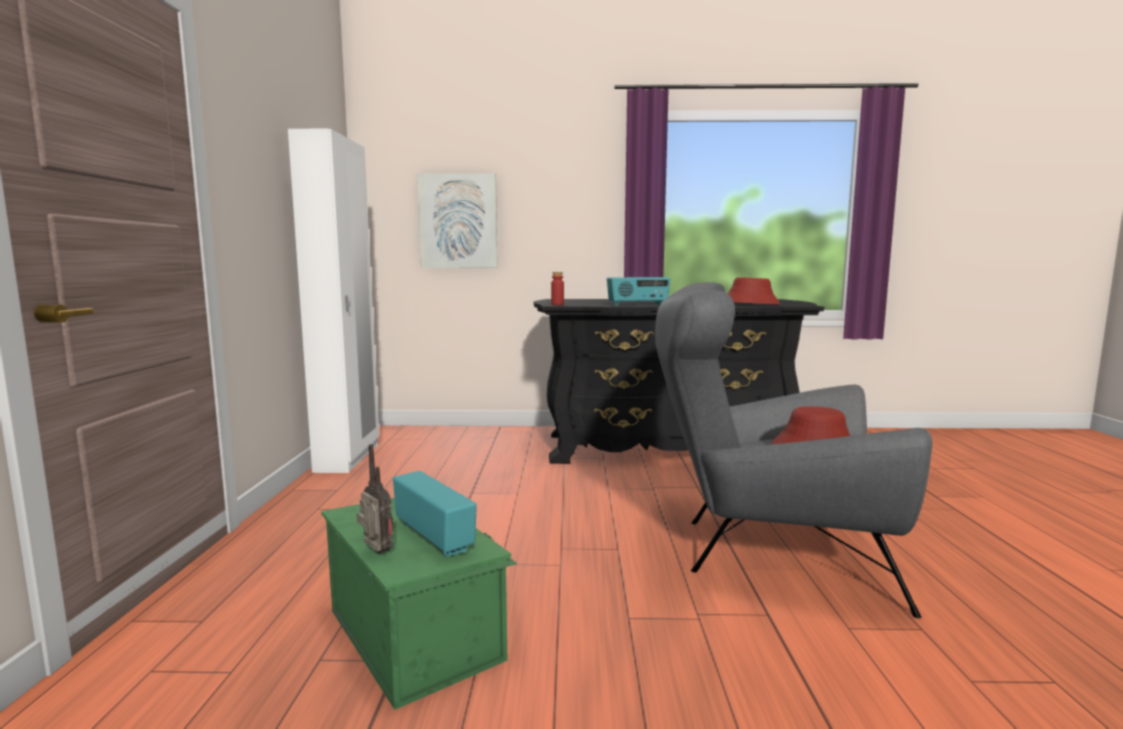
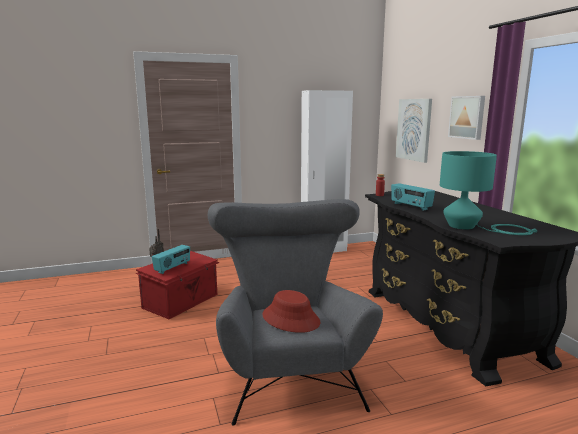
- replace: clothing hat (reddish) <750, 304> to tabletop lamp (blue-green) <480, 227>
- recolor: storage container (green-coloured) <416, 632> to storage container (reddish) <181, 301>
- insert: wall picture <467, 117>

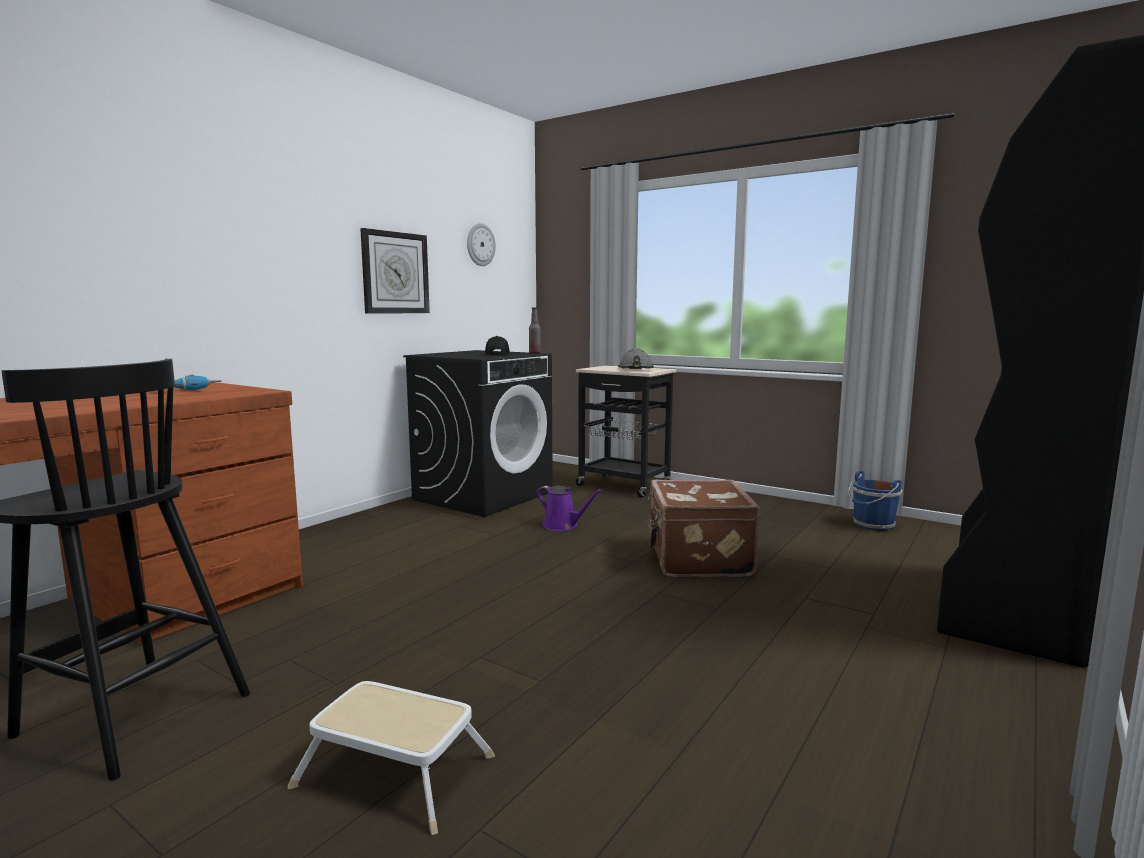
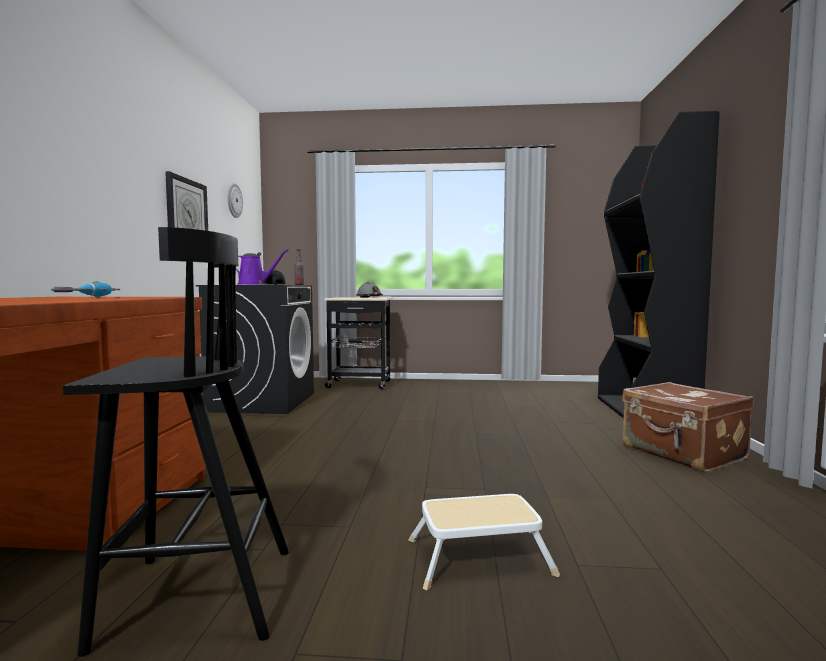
- delete: pail (blue) <872, 525>
- move: piece of luggage (brown-coloured) <697, 559> to <682, 453>
- move: watering can (purple-coloured) <563, 526> to <254, 284>

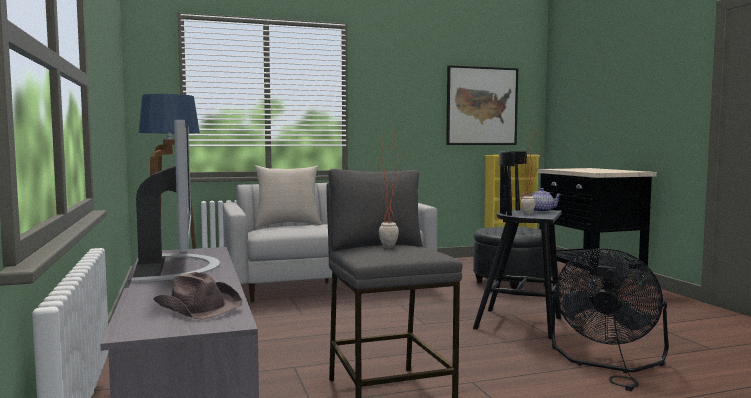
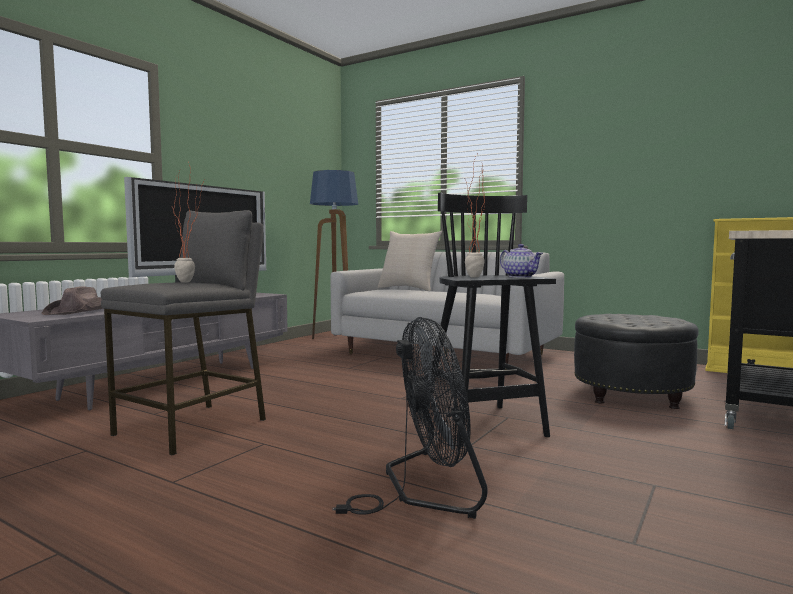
- delete: wall picture <481, 106>

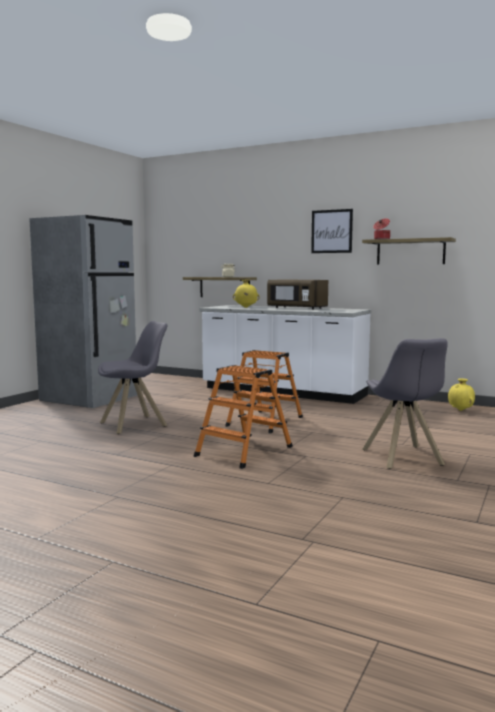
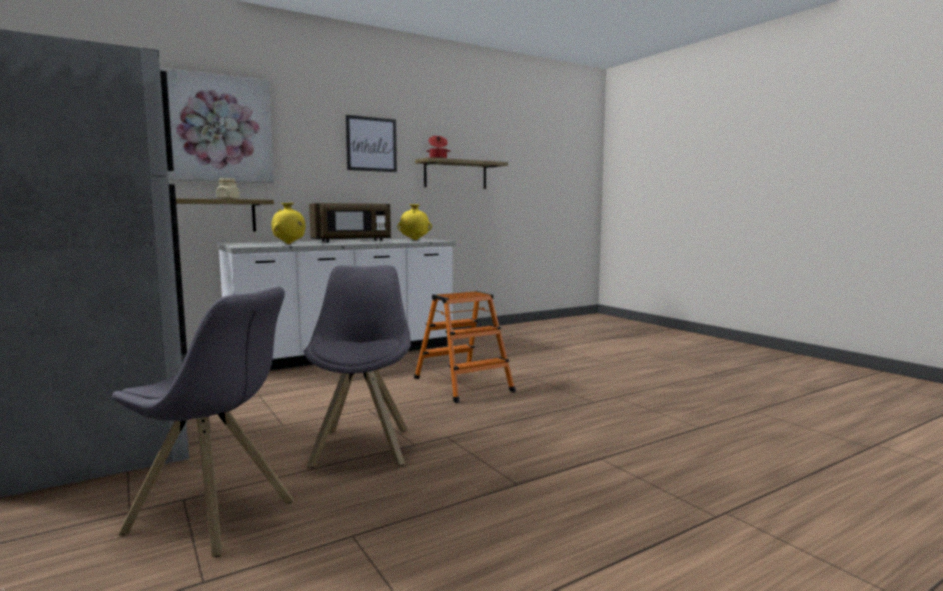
- move: chair (greyish) <402, 457> to <213, 516>
- delete: step ladder (orange) <244, 451>
- move: flower vase (yellow-coloured) <460, 410> to <415, 240>
- insert: wall picture <217, 128>

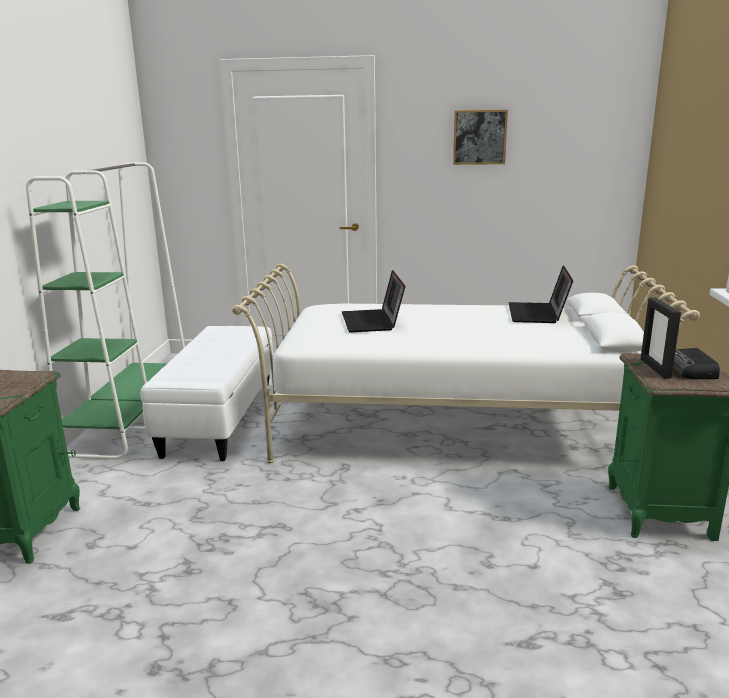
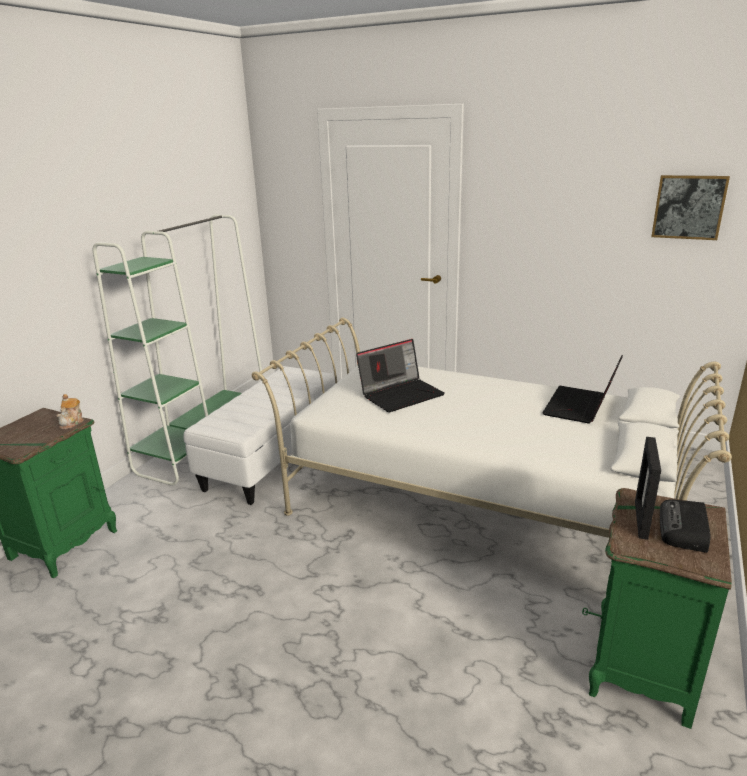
- move: wall picture <479, 137> to <689, 207>
- rotate: portable computer <373, 322> = <401, 394> 135 degrees counterclockwise
- insert: pot for tea <72, 422>

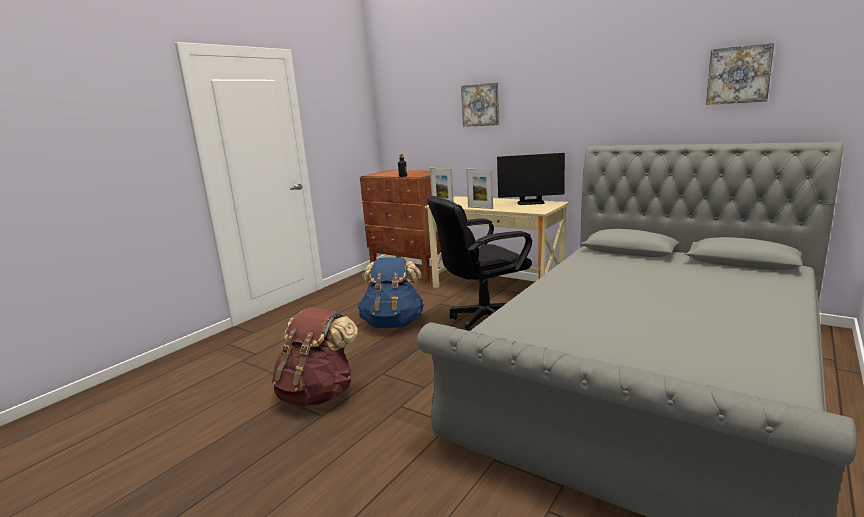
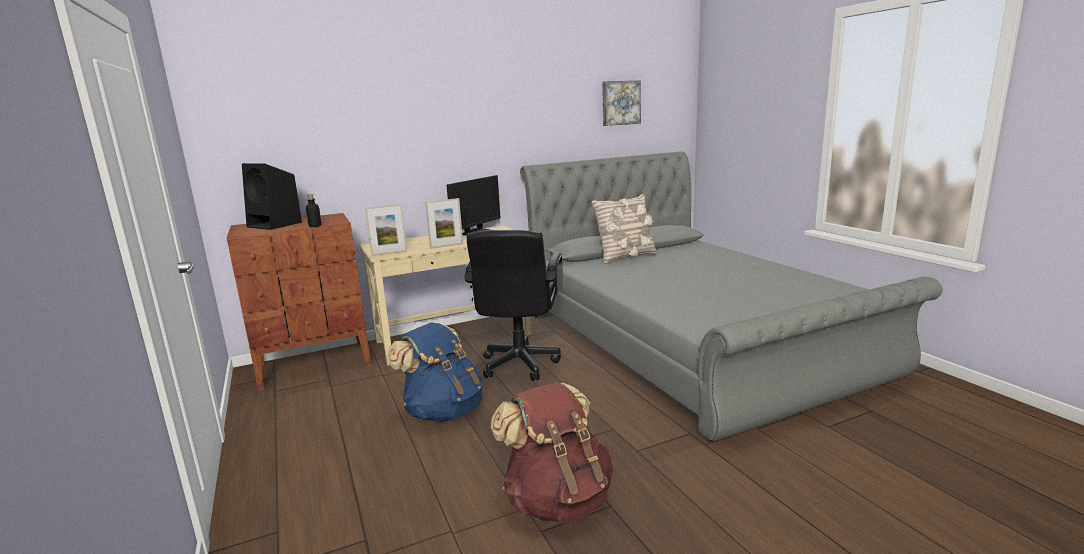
- delete: wall picture <481, 105>
- insert: audio speaker (black) <276, 225>
- insert: cushion (beige-coloured) <625, 257>

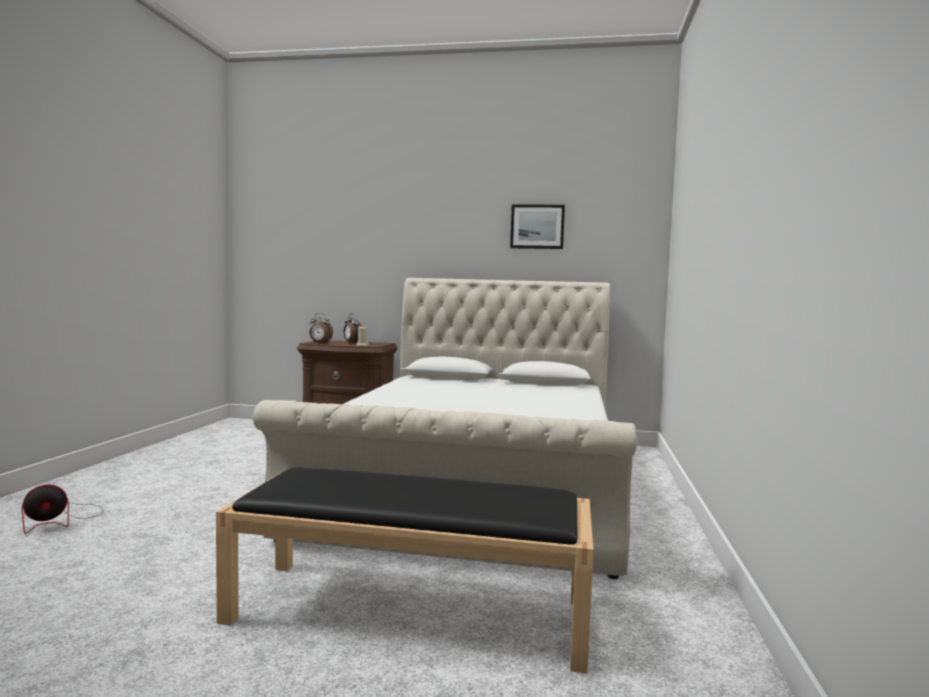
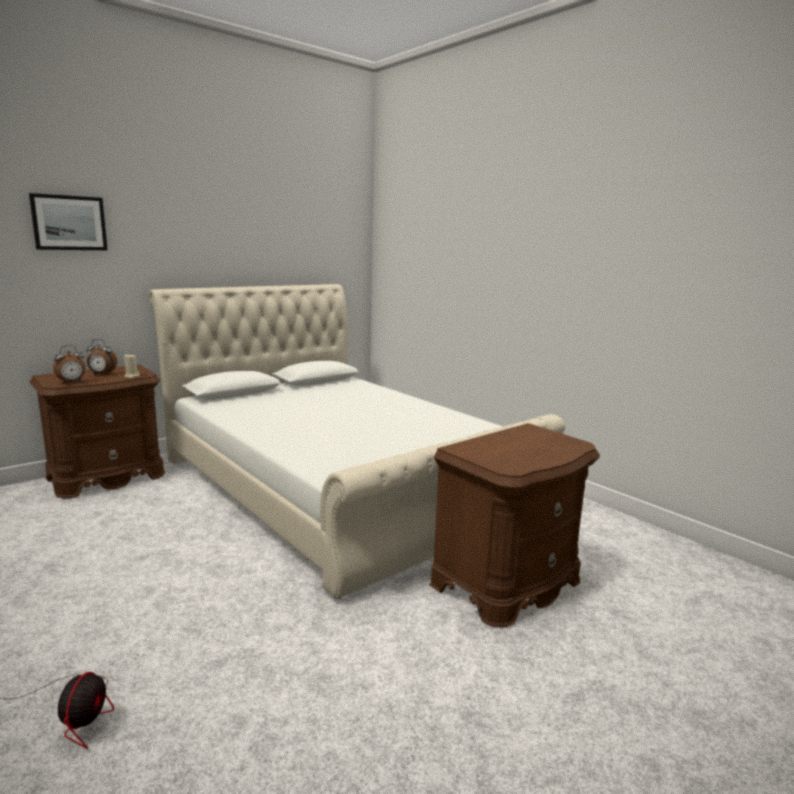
- move: wall picture <537, 226> to <69, 223>
- replace: bench (black) <413, 610> to night table (brown-coloured) <512, 584>

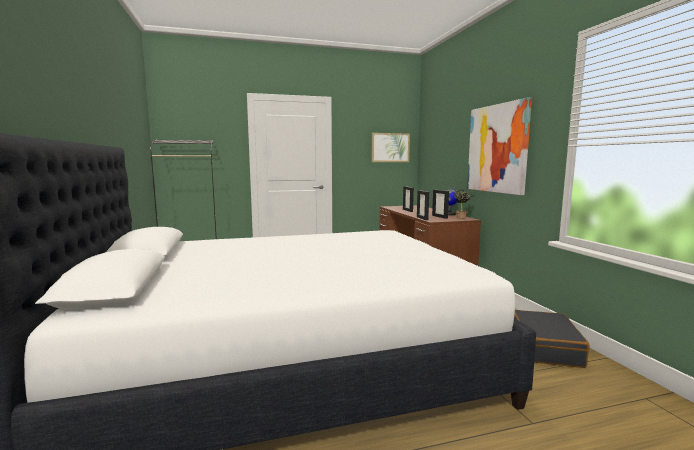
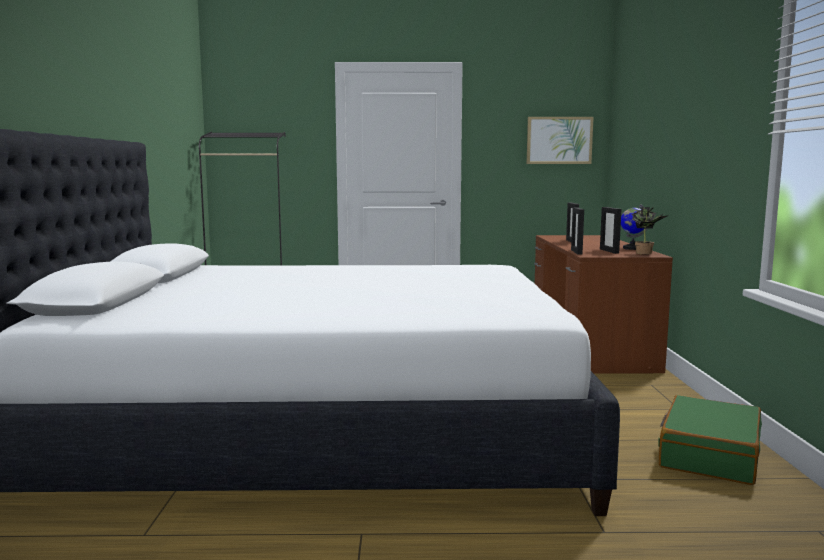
- delete: wall picture <497, 148>
- recolor: piece of luggage (black) <544, 348> to piece of luggage (green-coloured) <708, 455>

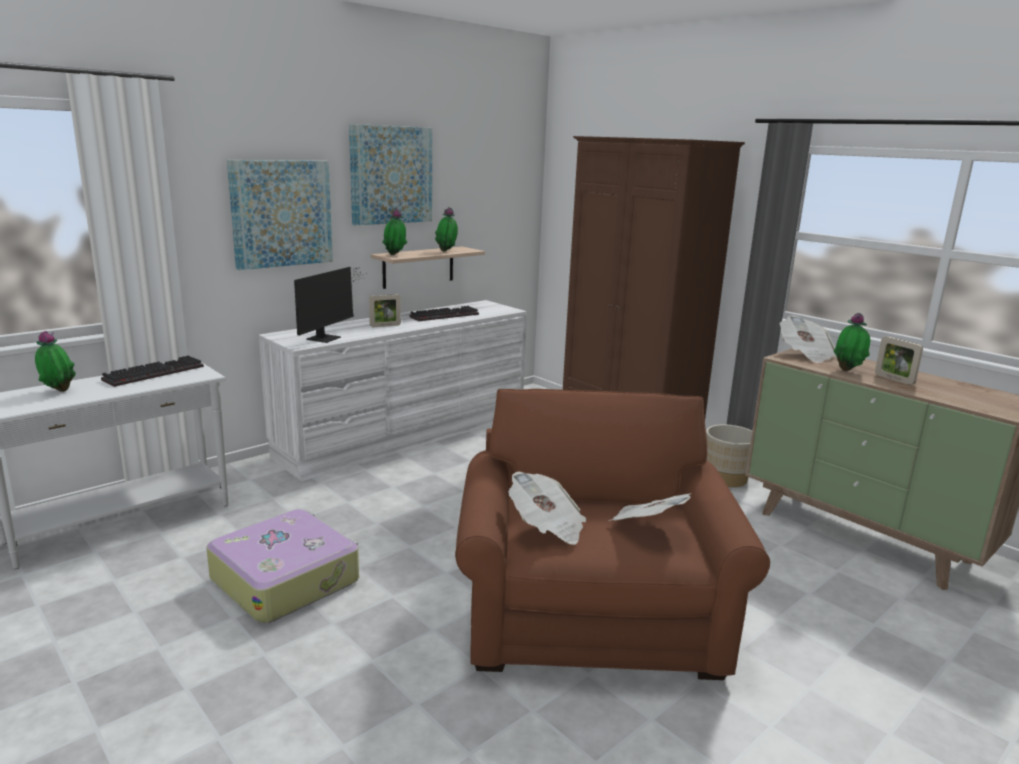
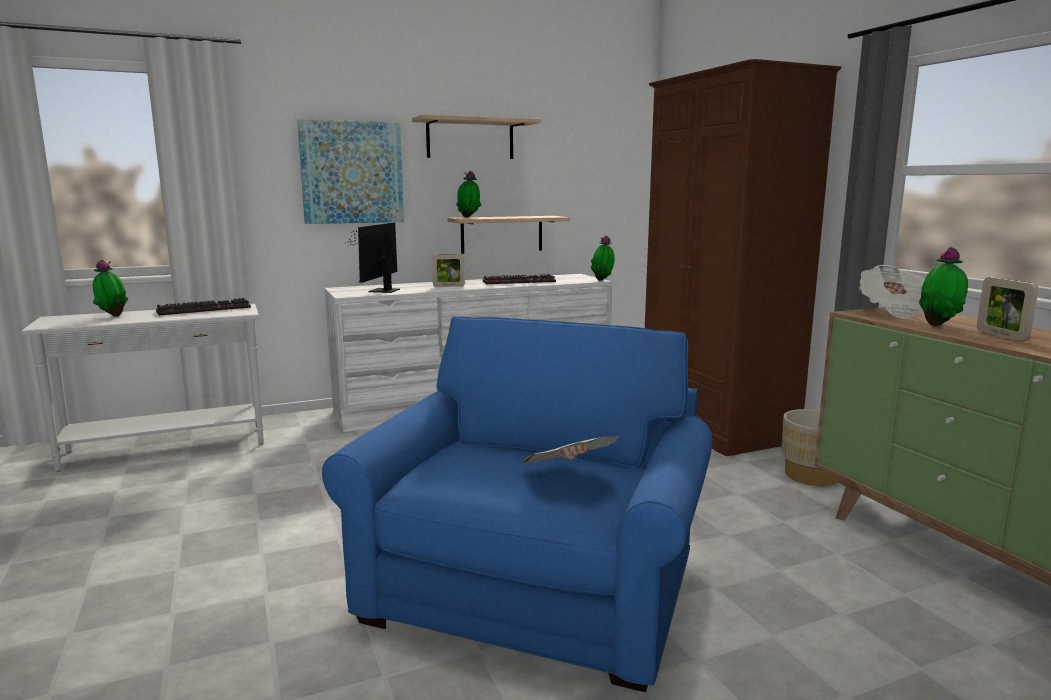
- replace: wall picture <391, 175> to wall shelf <470, 139>
- move: plant in a pot <447, 251> to <602, 280>
- rotate: computer display <327, 337> = <381, 291> 150 degrees clockwise
- recolor: lounge chair (brown-coloured) <592, 616> to lounge chair (blue) <533, 591>
- delete: daily paper <547, 526>
- delete: piece of luggage <286, 579>

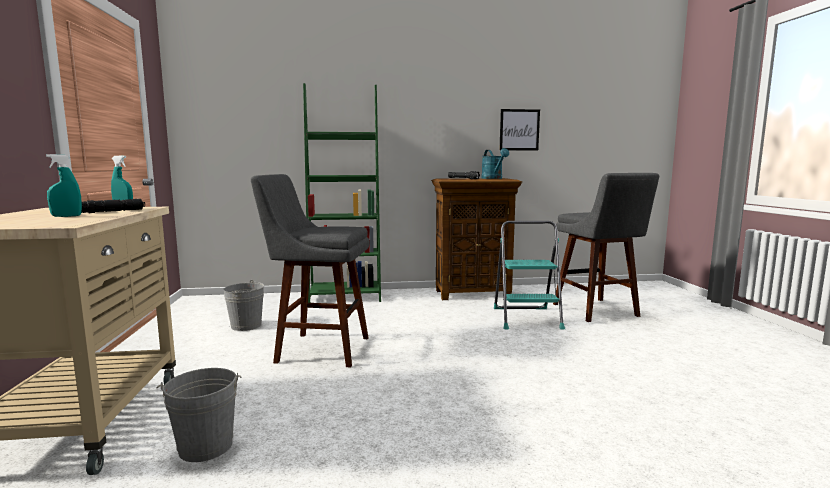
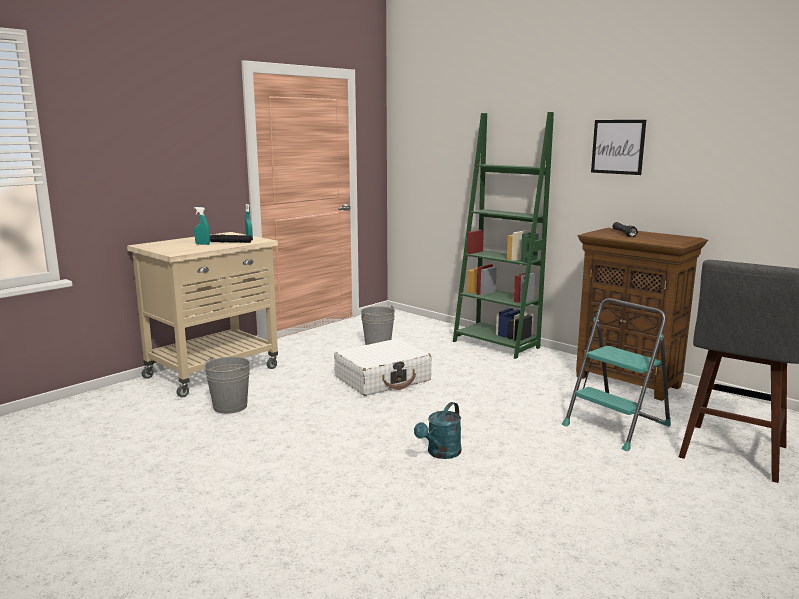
- move: wall picture <519, 130> to <618, 147>
- move: watering can (blue-green) <493, 178> to <441, 453>
- replace: stool seat (greyish) <318, 349> to piece of luggage (whitish) <383, 379>

